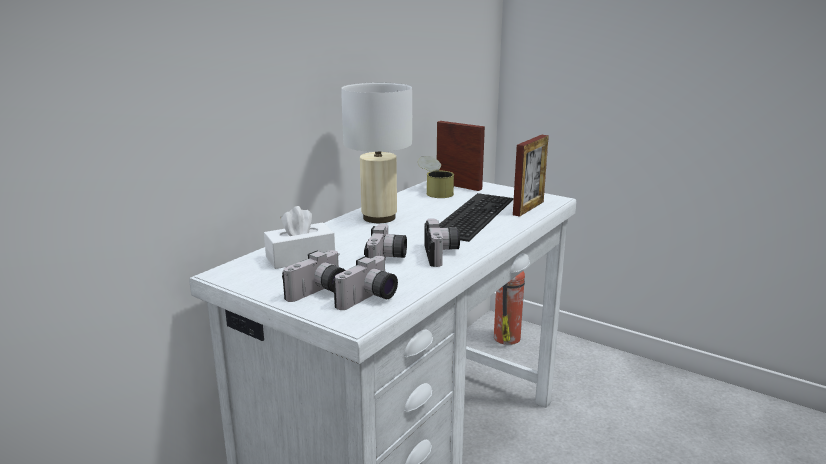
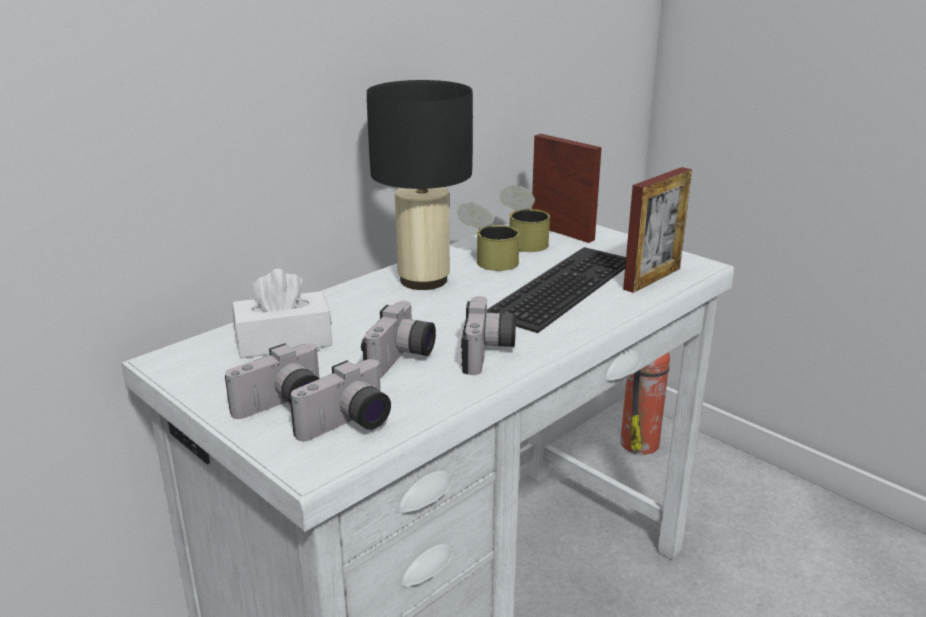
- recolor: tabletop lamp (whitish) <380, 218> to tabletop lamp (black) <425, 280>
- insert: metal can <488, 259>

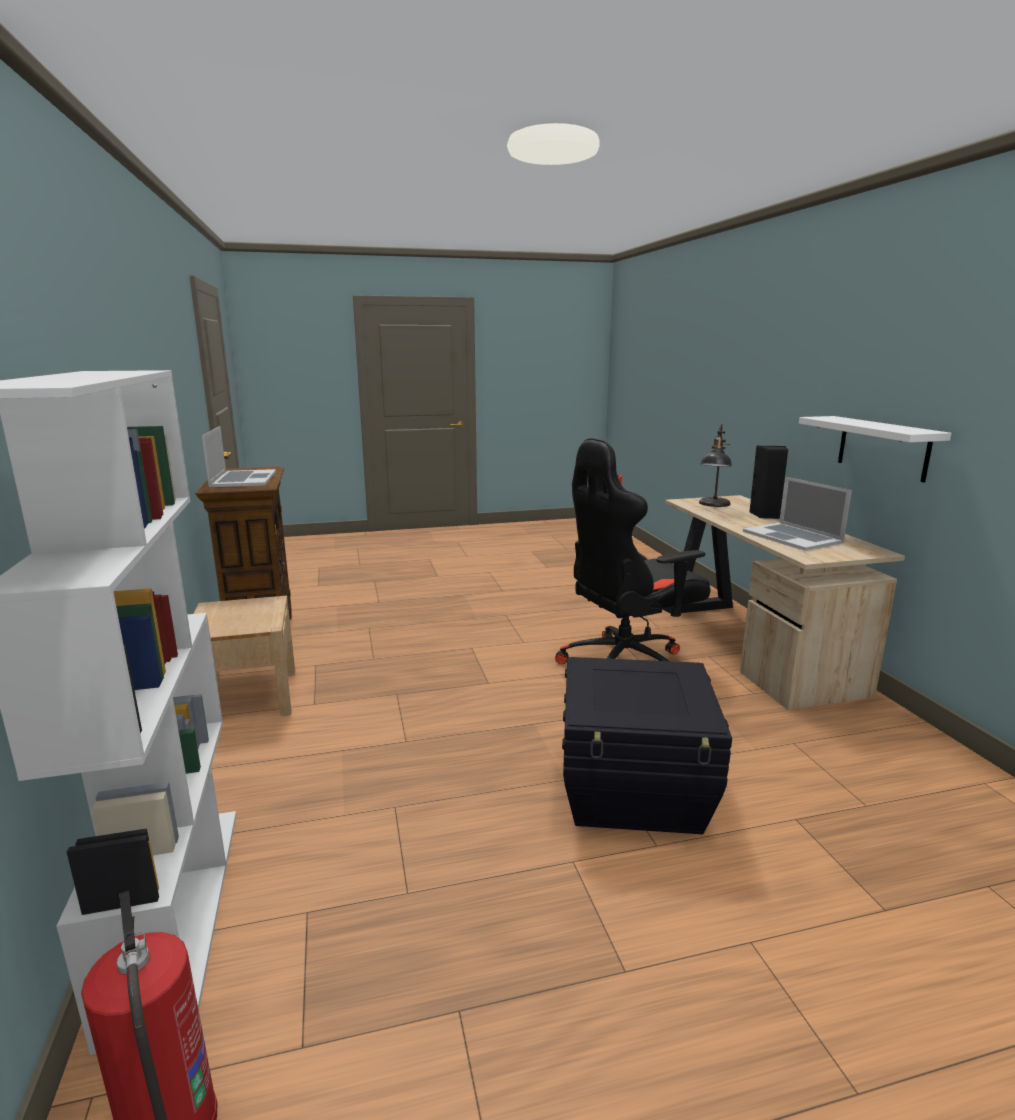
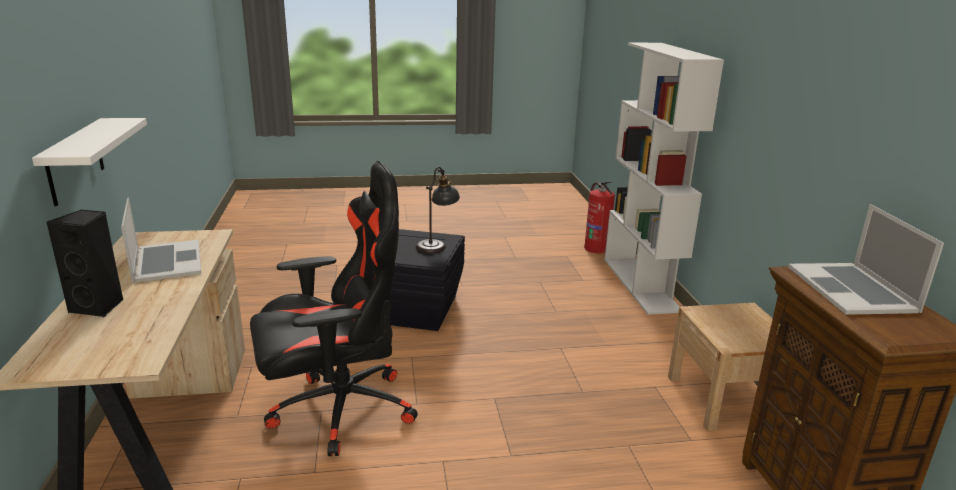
- move: tabletop lamp (greyish) <713, 506> to <437, 242>

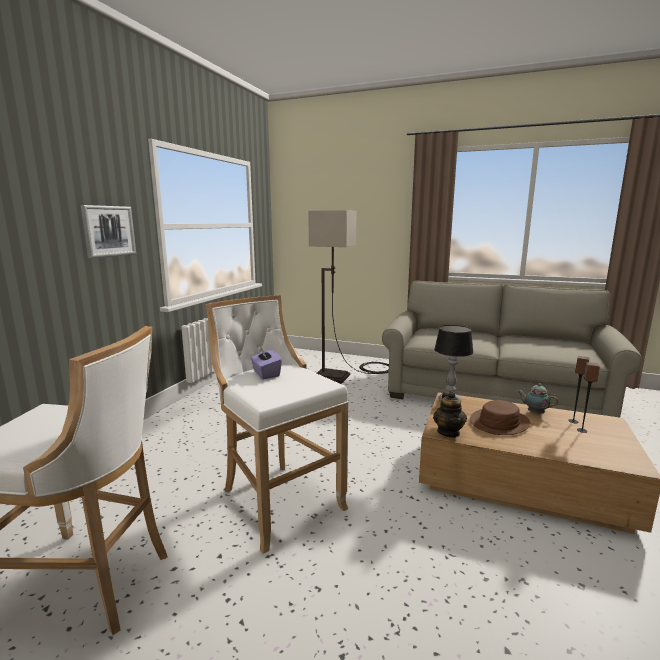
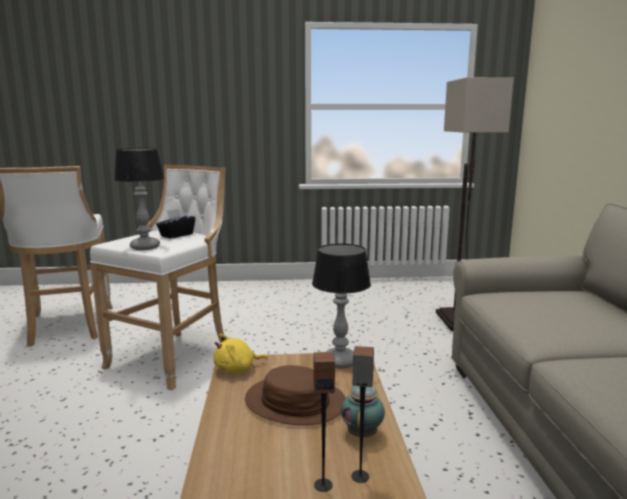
- delete: wall picture <108, 231>
- recolor: tissue holder (purple-coloured) <266, 373> to tissue holder (black) <176, 235>
- replace: pot for tea <449, 432> to soft toy (yellow-coloured) <237, 369>
- insert: tabletop lamp <145, 247>

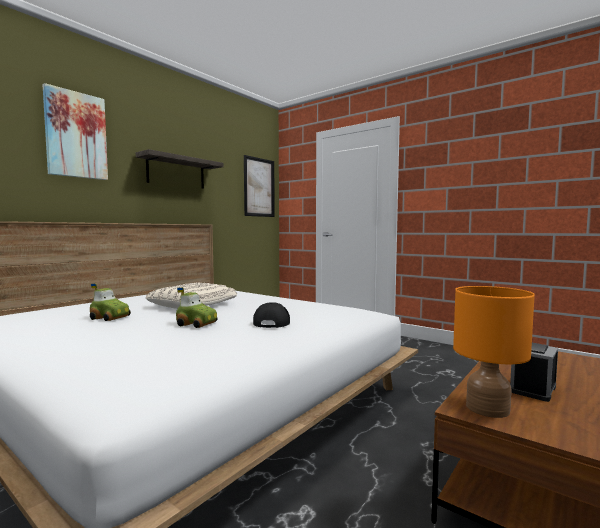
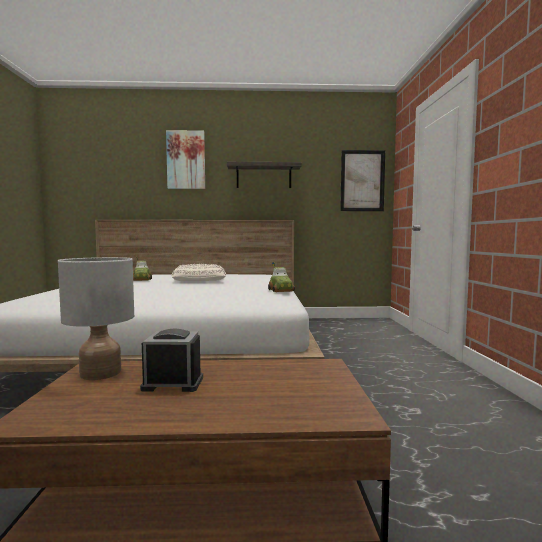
- recolor: tabletop lamp (orange) <487, 408> to tabletop lamp (greyish) <101, 373>
- move: miniature car <197, 324> to <281, 290>
- delete: cap (black) <272, 321>

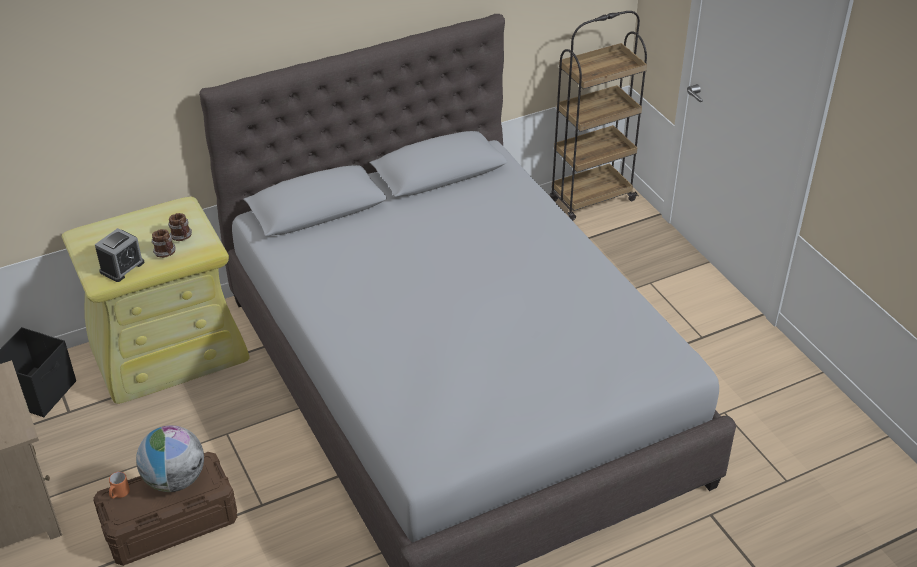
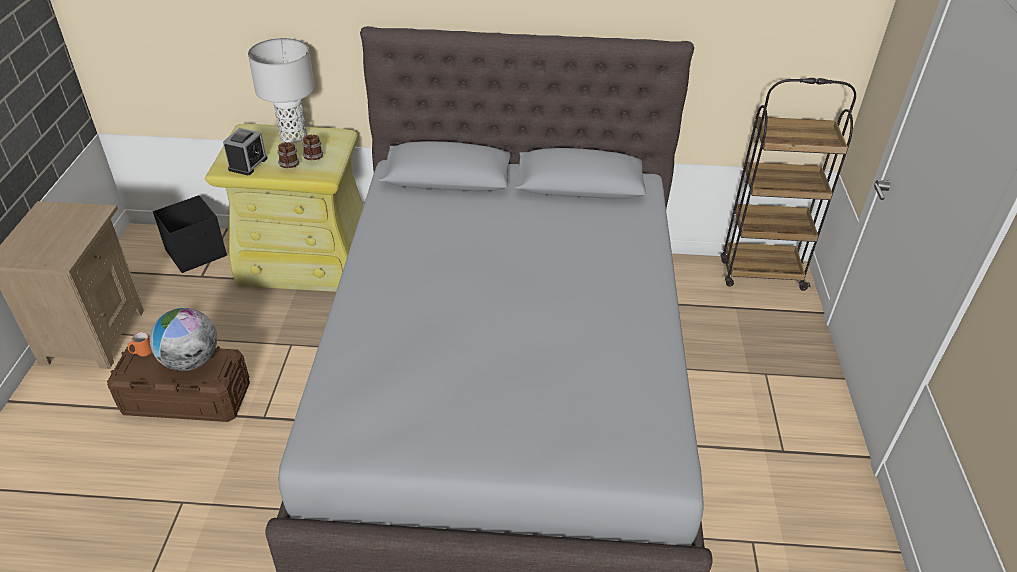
- rotate: table clock <122, 267> = <248, 164> 45 degrees counterclockwise
- insert: tabletop lamp (whitish) <293, 135>

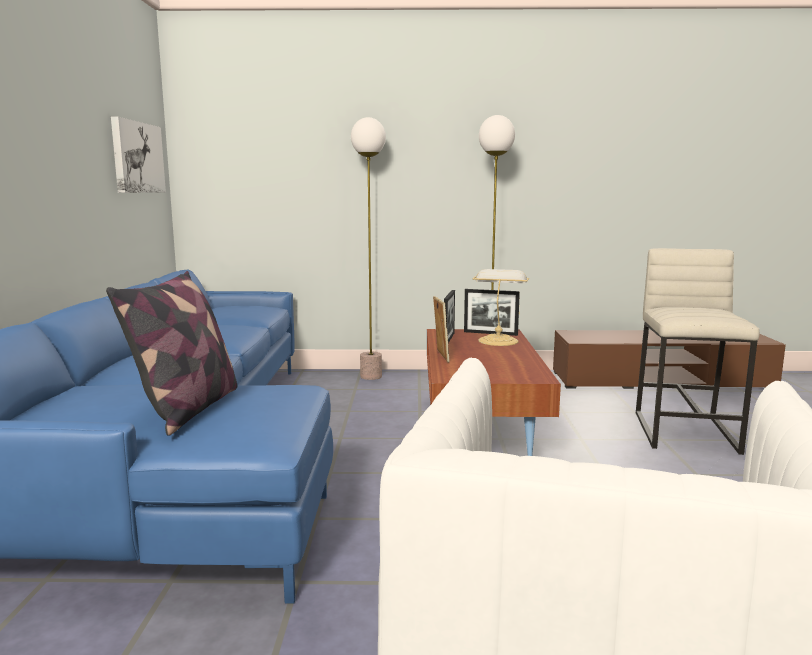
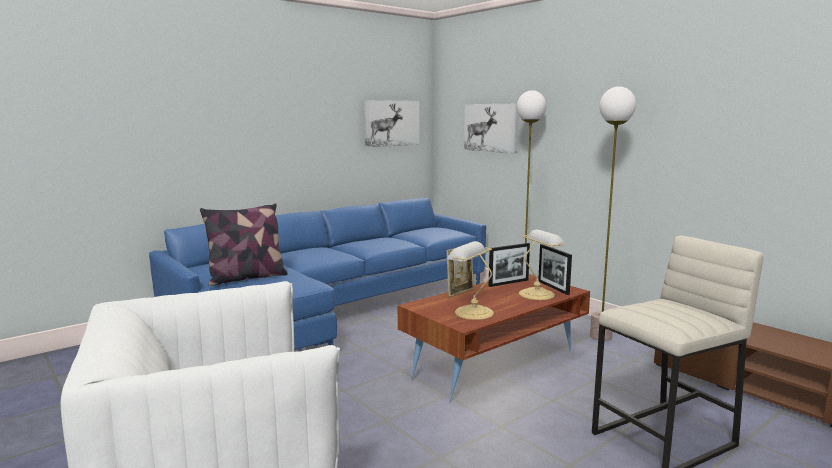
- insert: wall picture <491, 127>
- insert: tabletop lamp <472, 312>

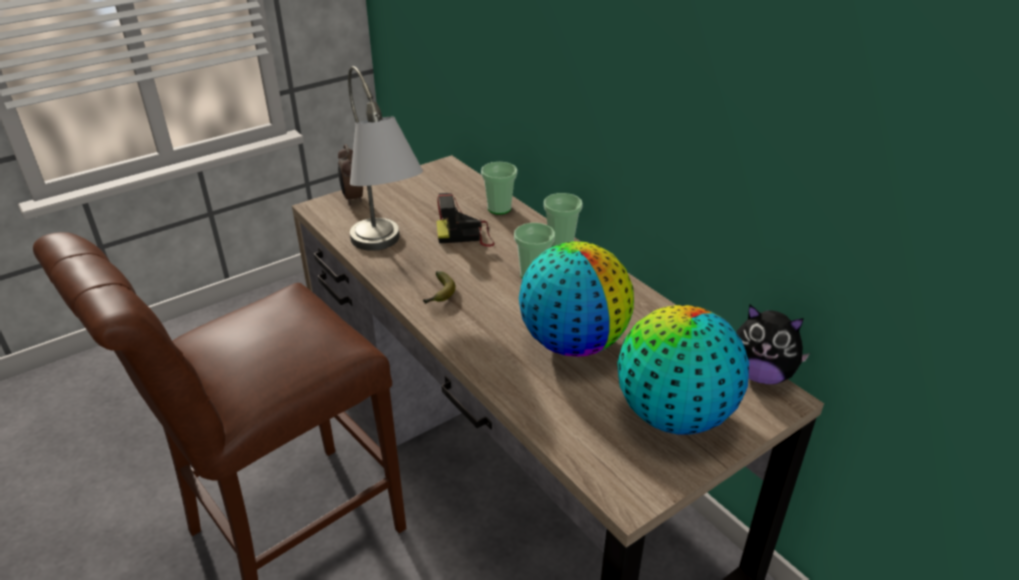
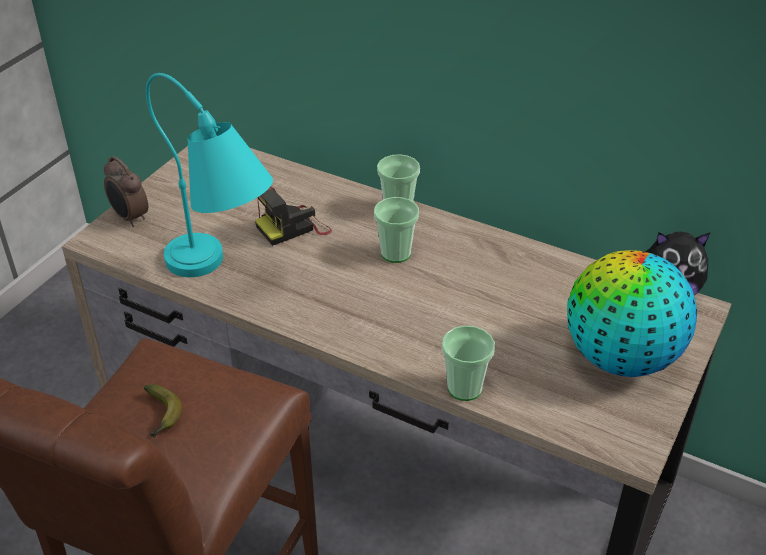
- recolor: tabletop lamp (greyish) <386, 254> to tabletop lamp (blue-green) <222, 275>
- move: small cup <499, 208> to <464, 388>
- delete: world globe <573, 342>
- move: banana fruit <439, 294> to <161, 416>

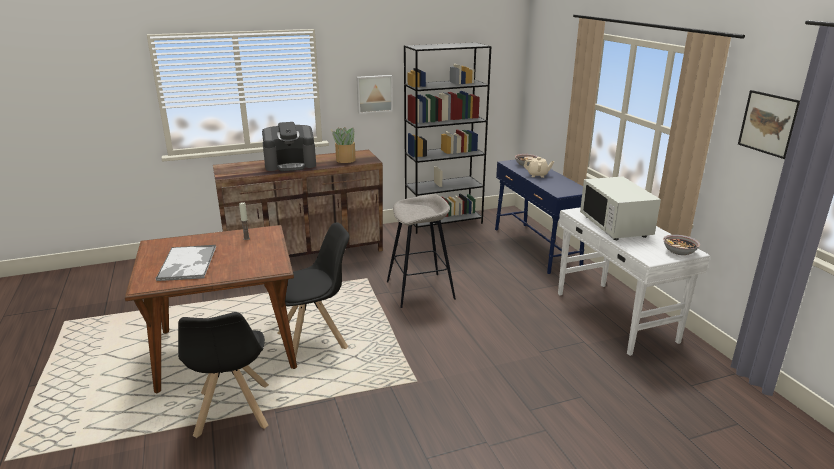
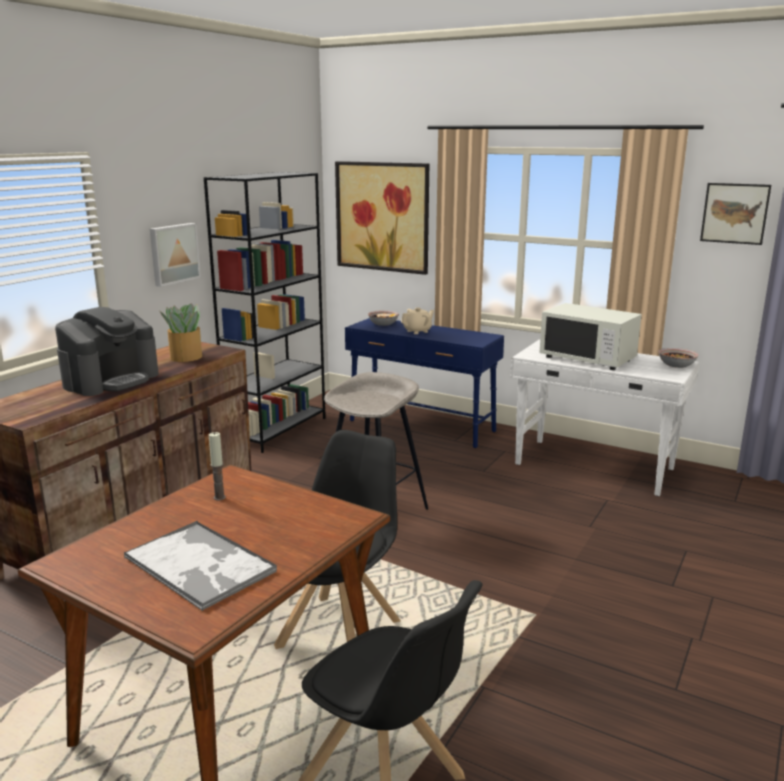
- insert: wall picture <382, 217>

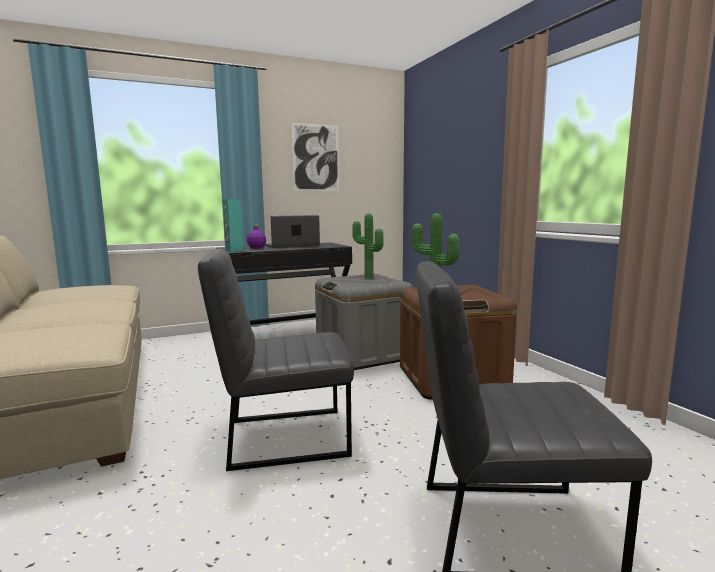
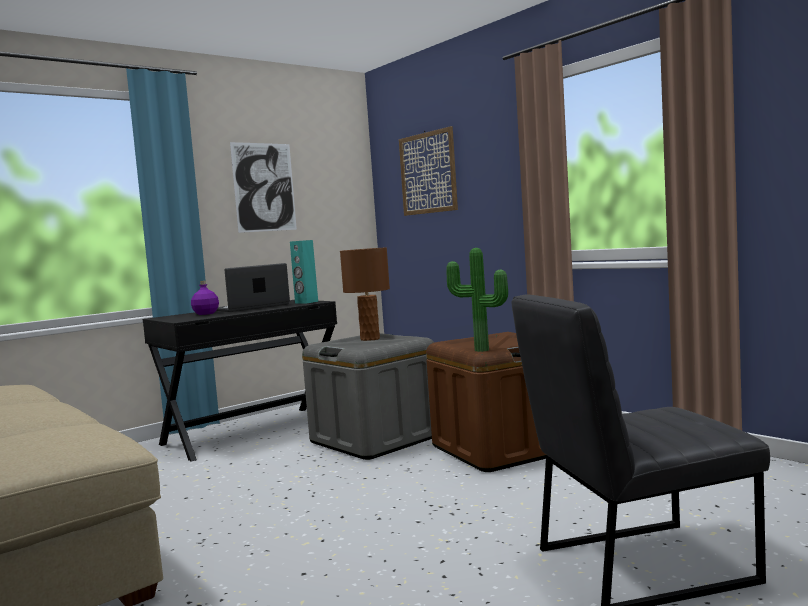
- move: audio speaker (blue-green) <234, 250> to <306, 302>
- replace: plant in a pot <367, 278> to tabletop lamp (brown-coloured) <369, 339>
- delete: chair (greyish) <283, 437>
- insert: wall picture <428, 171>

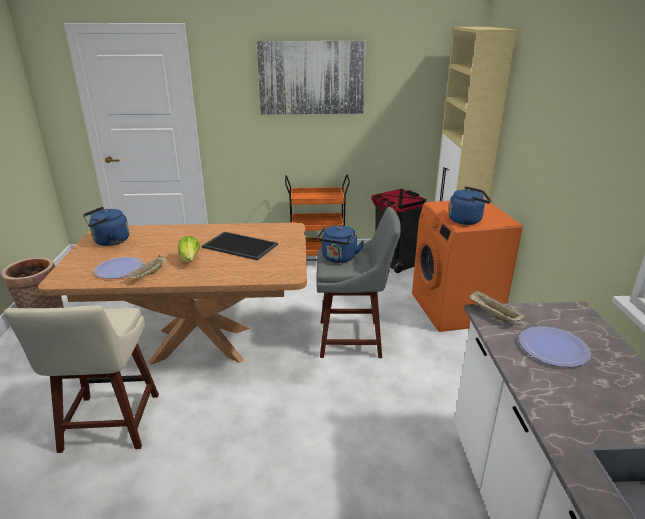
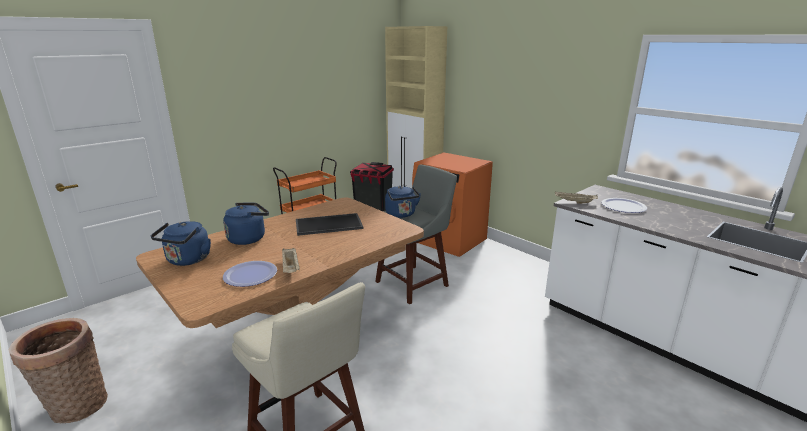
- delete: wall picture <311, 78>
- move: water kettle (blue) <467, 220> to <249, 238>
- delete: lettuce <190, 260>

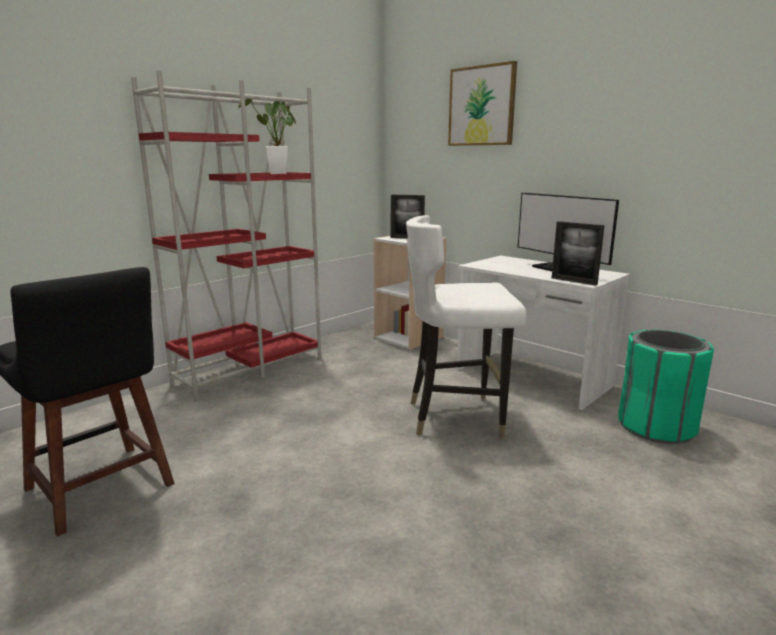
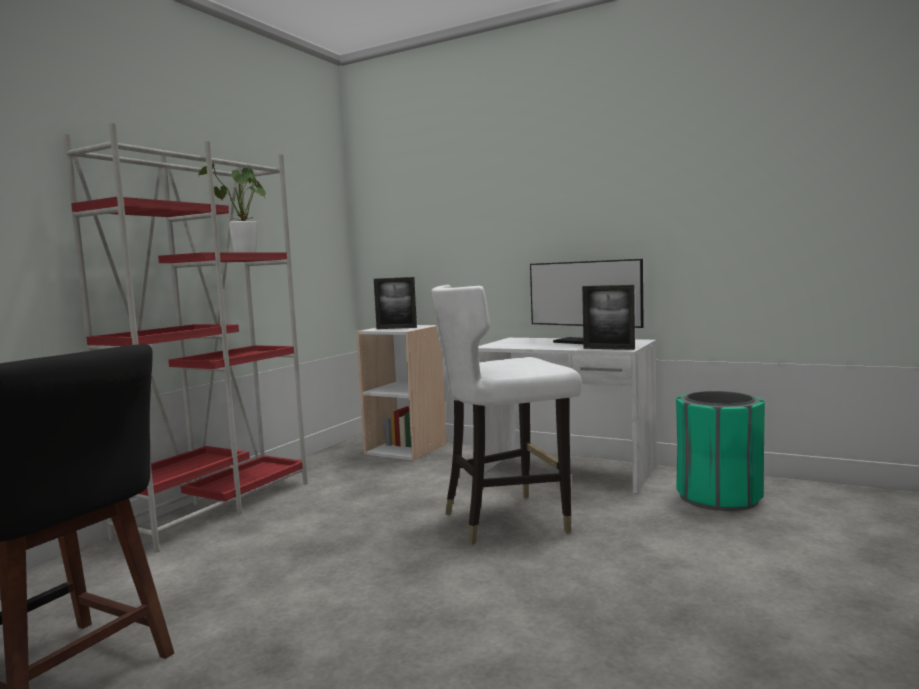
- delete: wall picture <481, 106>

